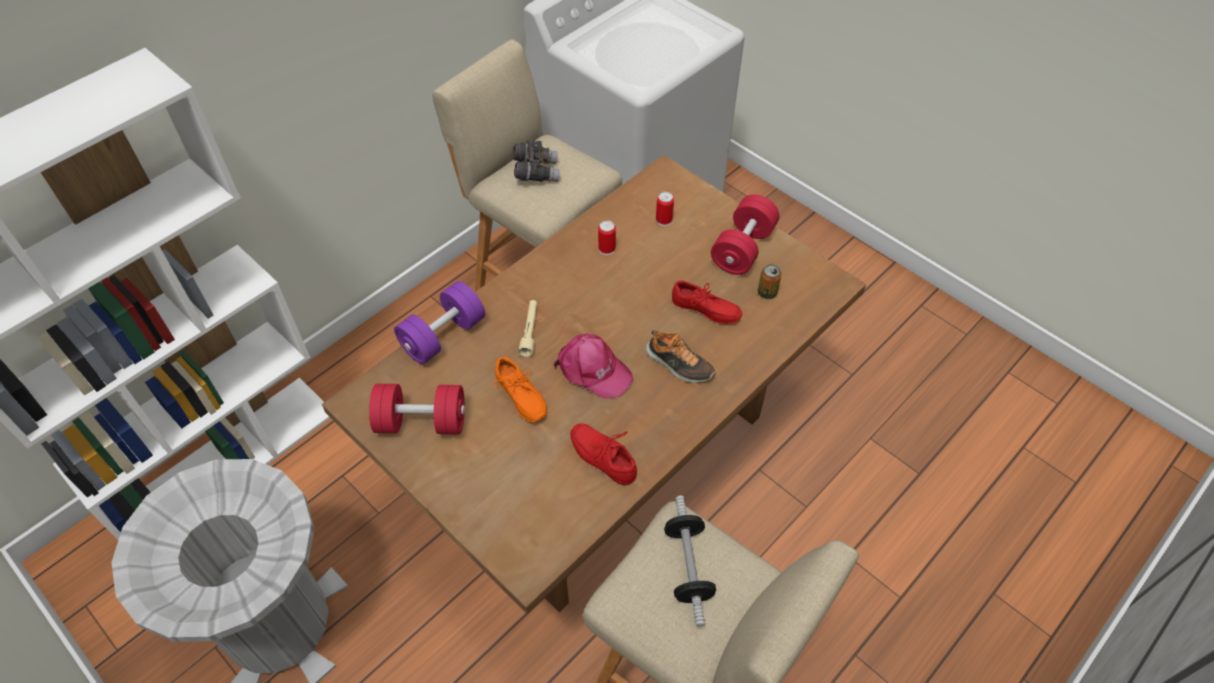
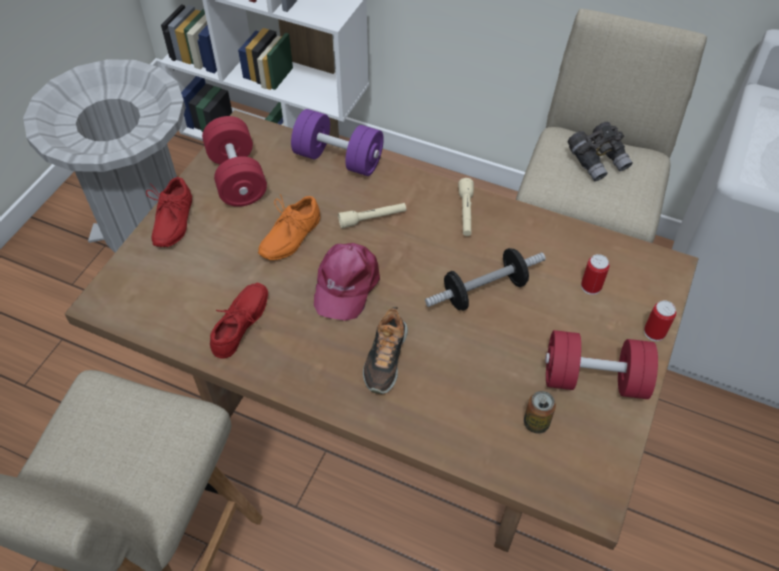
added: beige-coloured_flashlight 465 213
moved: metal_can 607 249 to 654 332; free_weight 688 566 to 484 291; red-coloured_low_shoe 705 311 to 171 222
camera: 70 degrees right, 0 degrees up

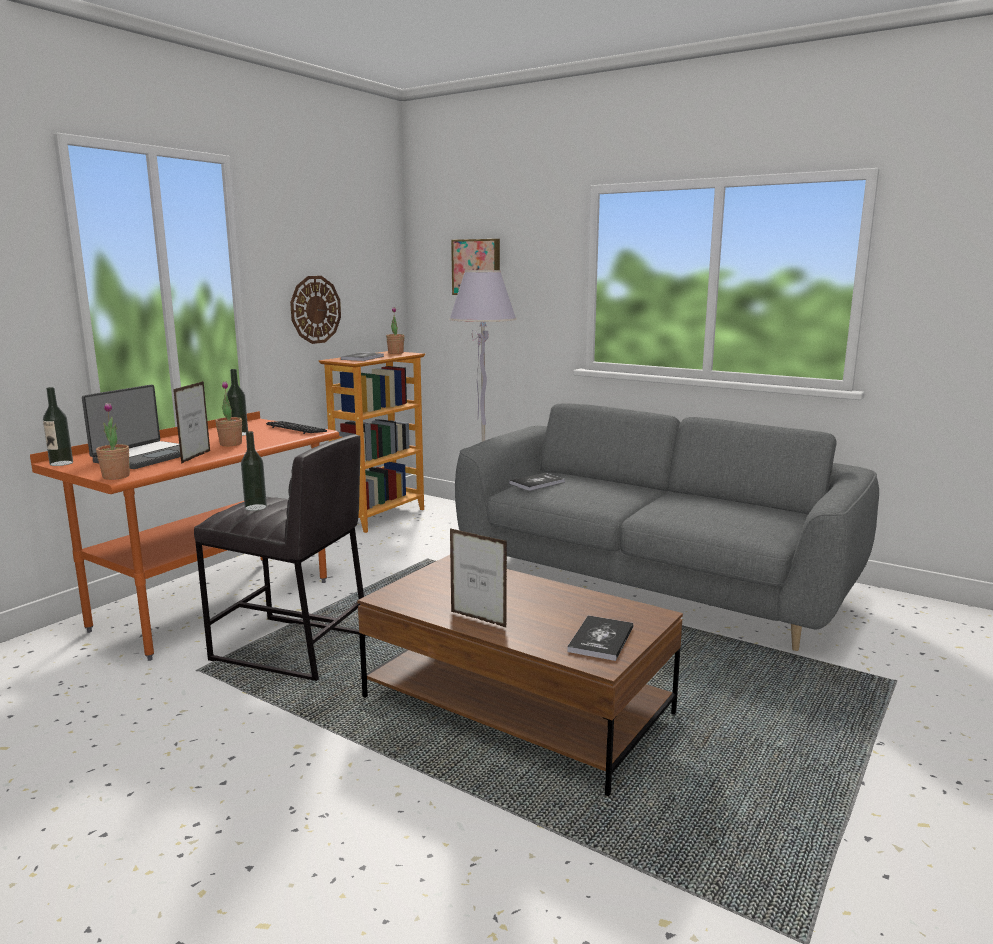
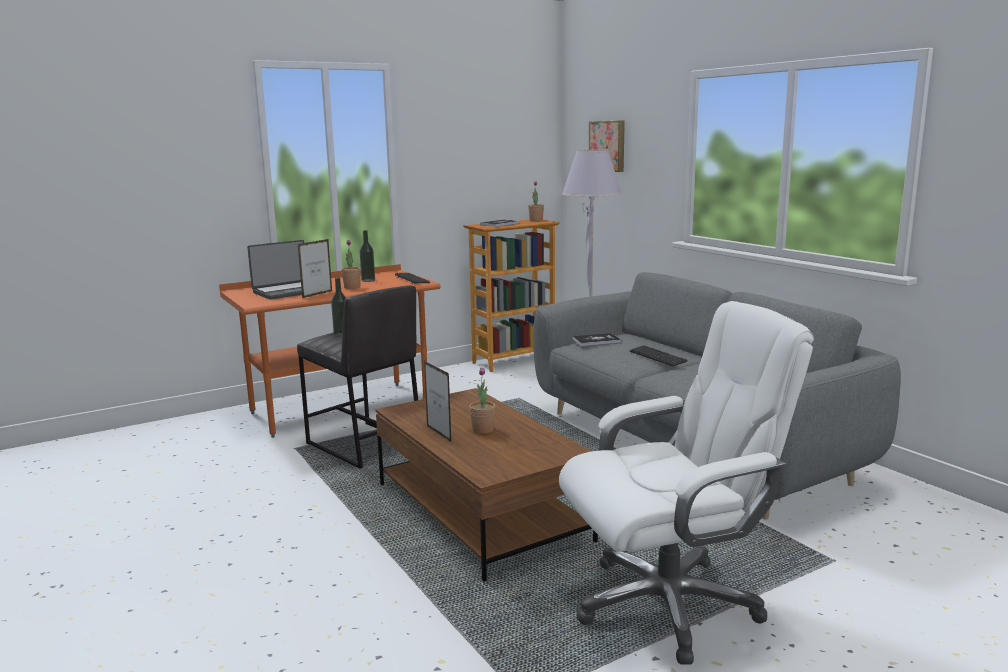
removed: bottle 61 463; clock_on_the_wall 315 309; bound_book 601 639
added: white_computer_chair 668 604; keyboard 657 357
moved: plant_in_a_pot 116 476 to 483 429
camera: 25 degrees right, 0 degrees up

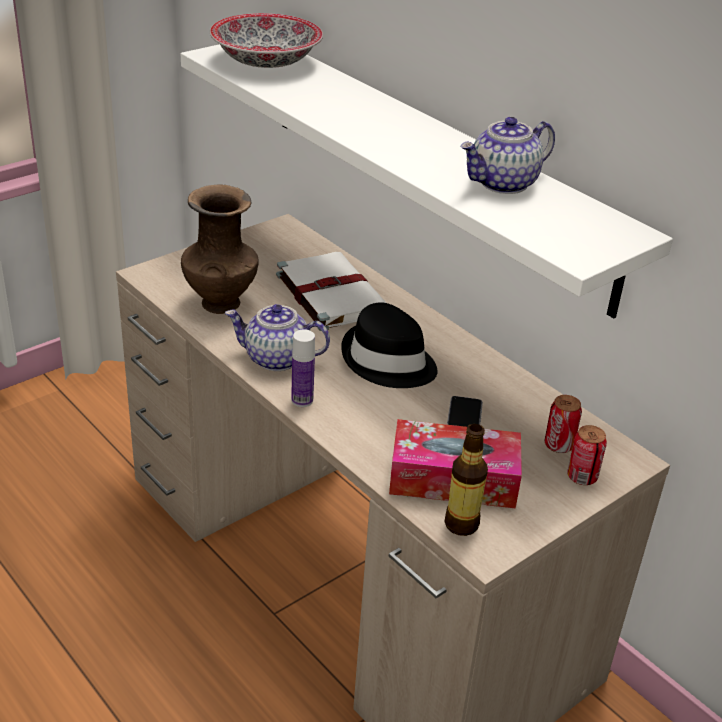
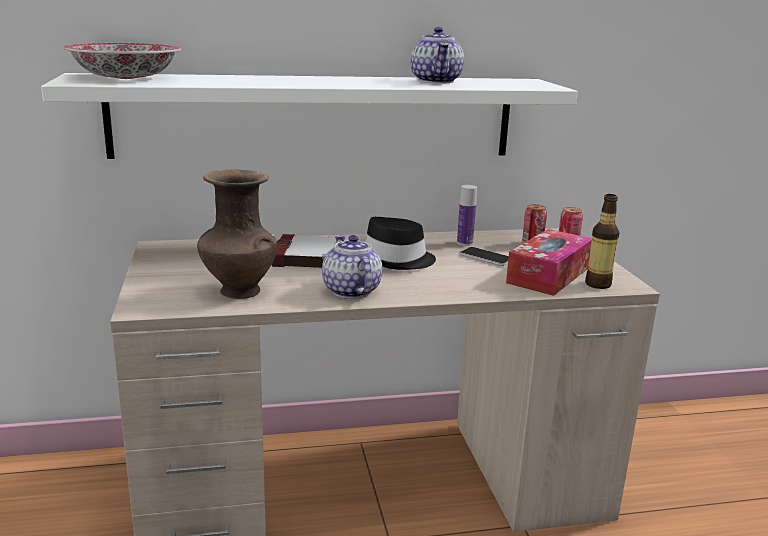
moved: bottle 302 400 to 464 243
turned: teapot 276 359 = 350 291 120 degrees clockwise
camera: 60 degrees left, 15 degrees down

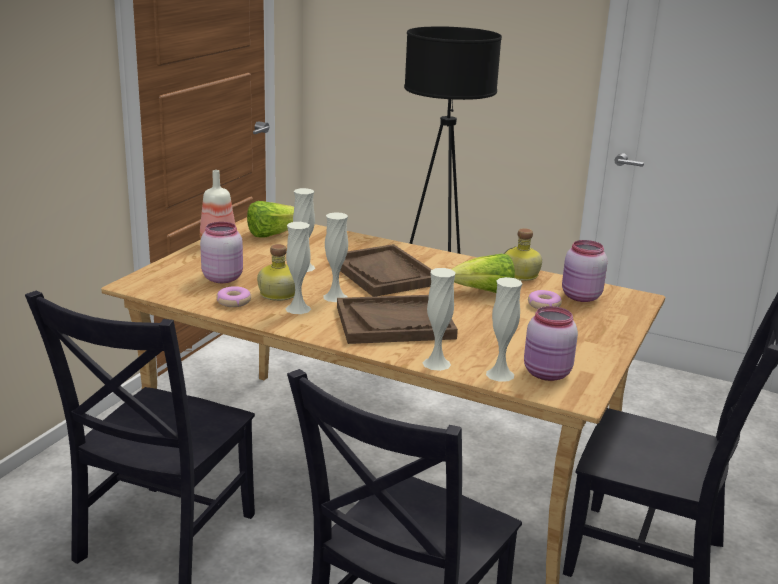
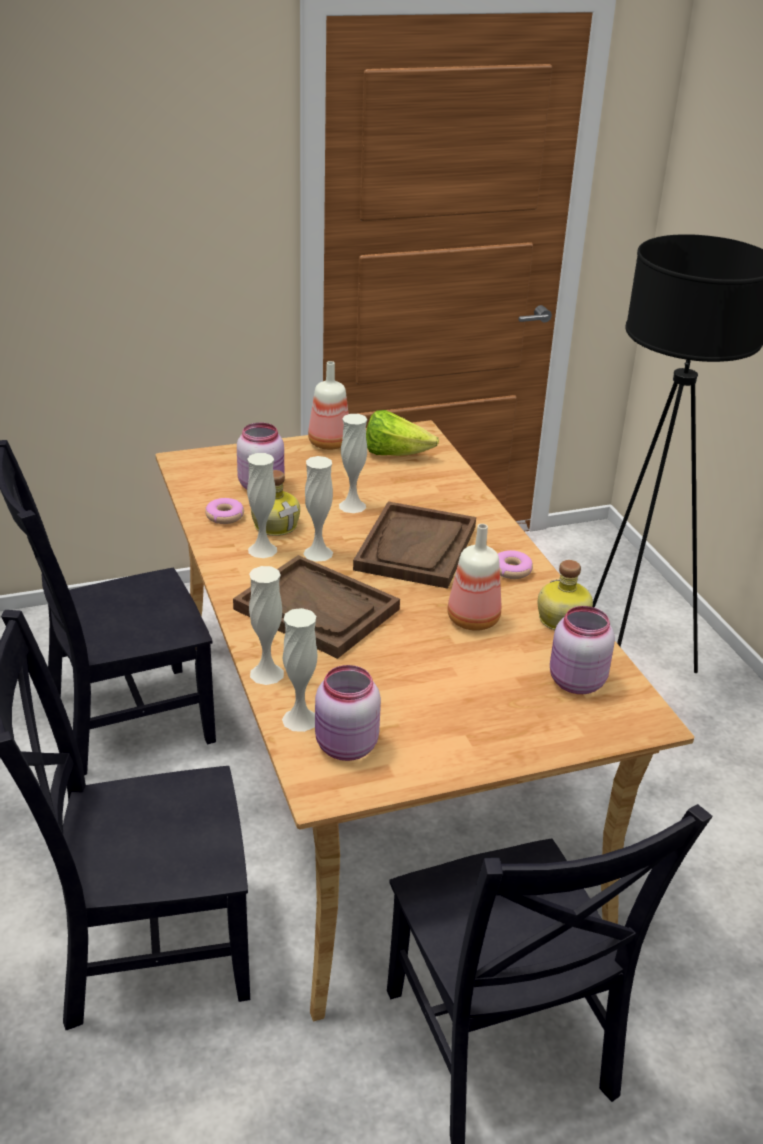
moved: donut 543 305 to 511 570
replaced: lettuce_head 484 293 to bottle 473 621
camera: 45 degrees right, 10 degrees up

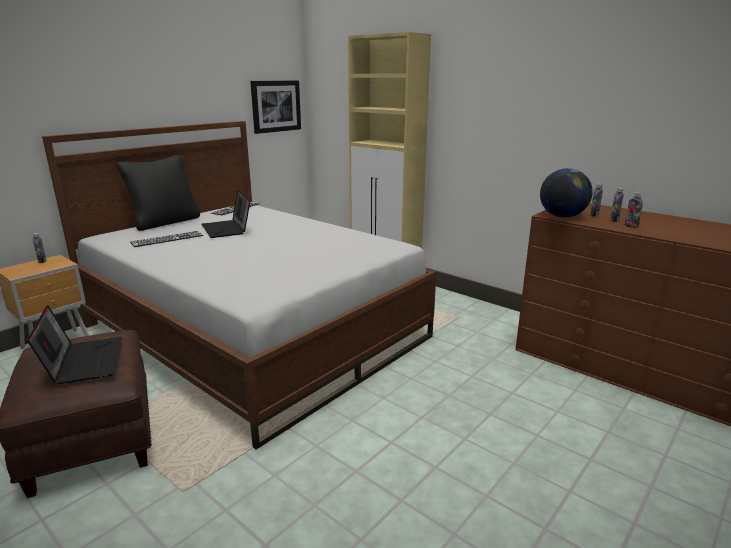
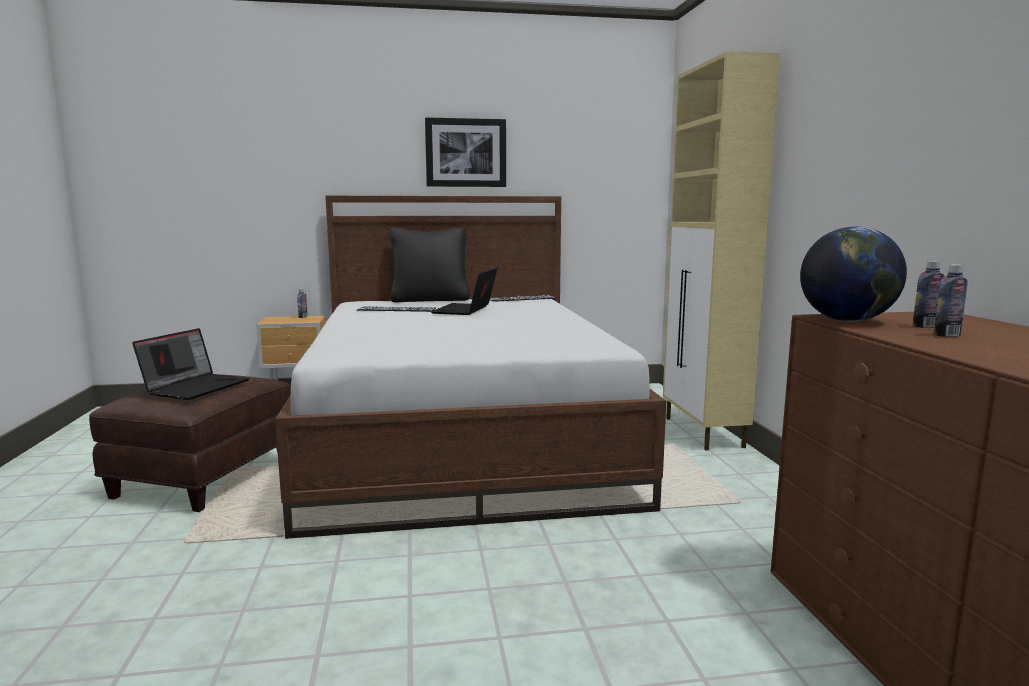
removed: bottle 631 226
moved: picture 276 106 to 466 153
camera: 40 degrees right, 10 degrees down

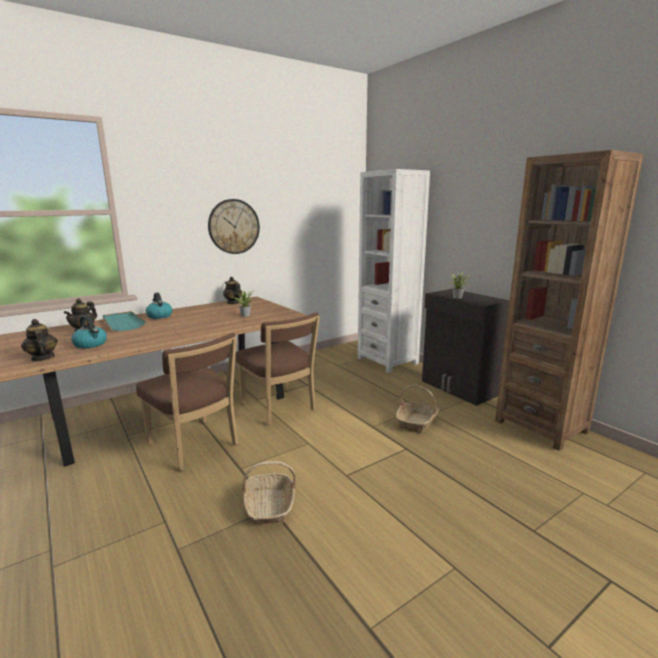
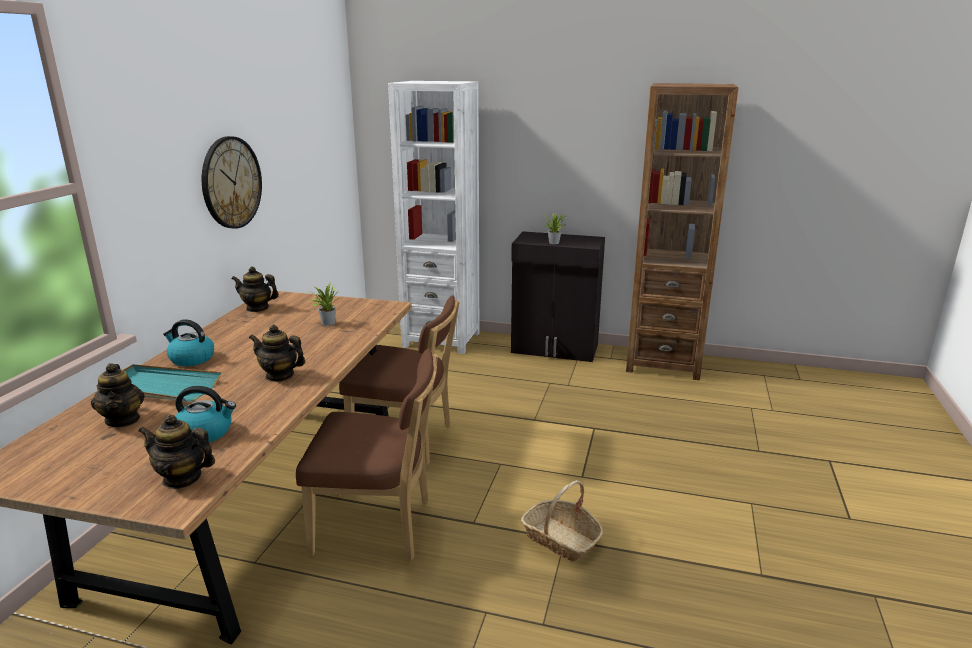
removed: storage_basket 417 422
added: teapot 279 376
camera: 40 degrees left, 5 degrees up

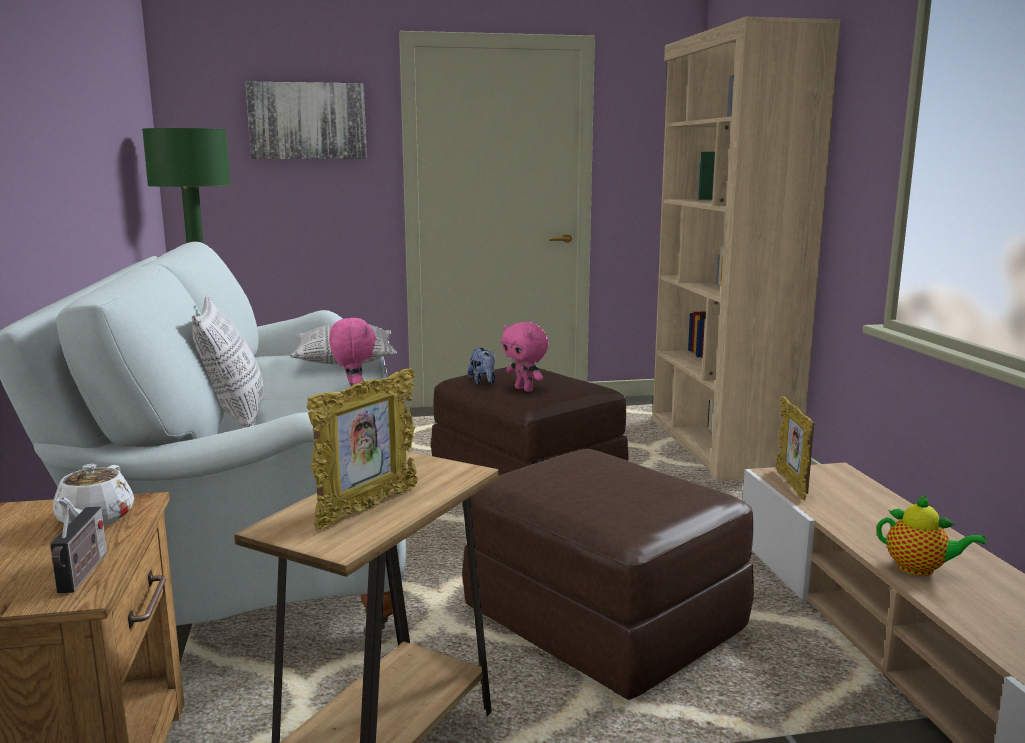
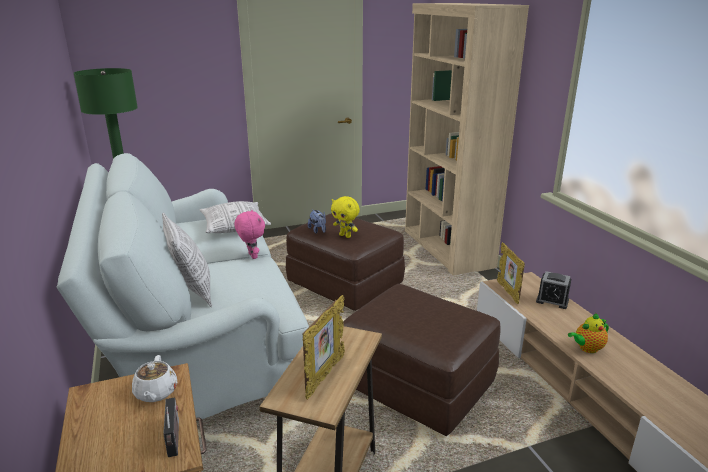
removed: picture 307 121
added: bedside_clock 552 301
recoloured: pink-coloured_plush_toy 525 389 to yellow_plush_toy 345 236
turned: teapot 920 569 = 587 348 135 degrees clockwise
camera: 10 degrees left, 10 degrees up

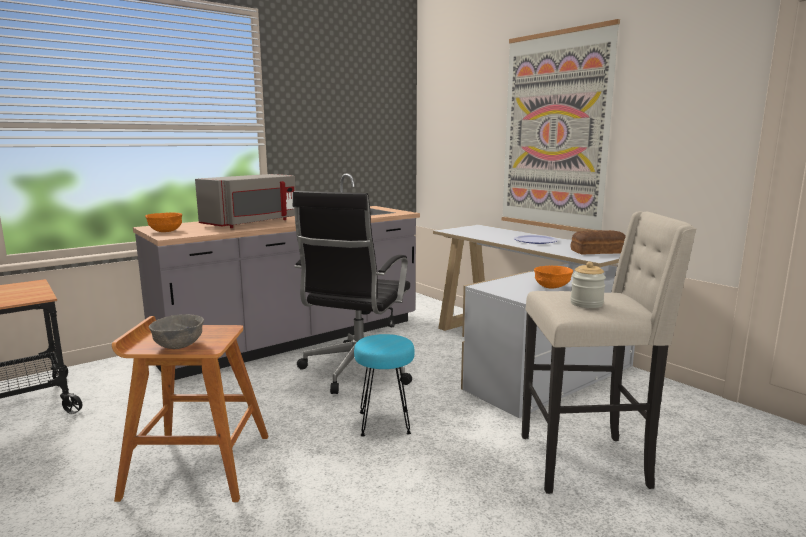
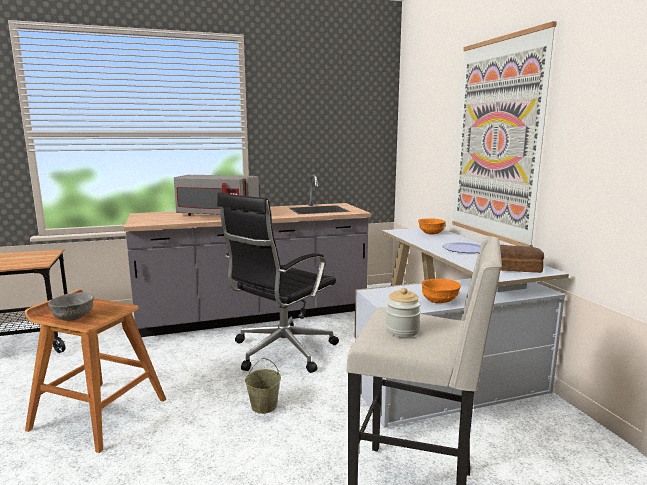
moved: orangey_deep_dish 166 231 to 431 233
replaced: turquoise-coloured_stool_seat 384 422 to beige-coloured_bucket 264 406
turned: greyish_kitchen_microwave 252 223 = 217 215 45 degrees clockwise
camera: 20 degrees right, 0 degrees up

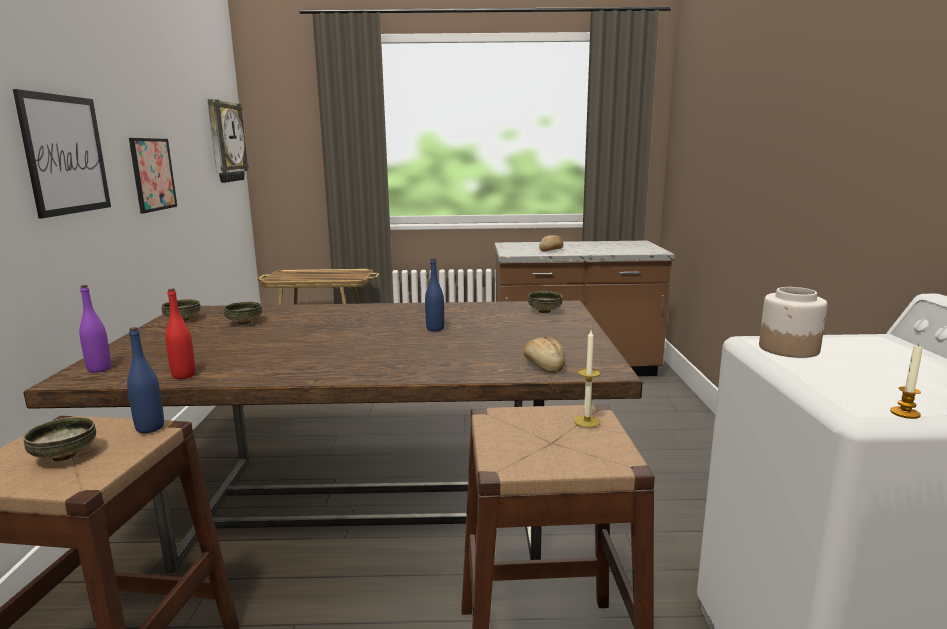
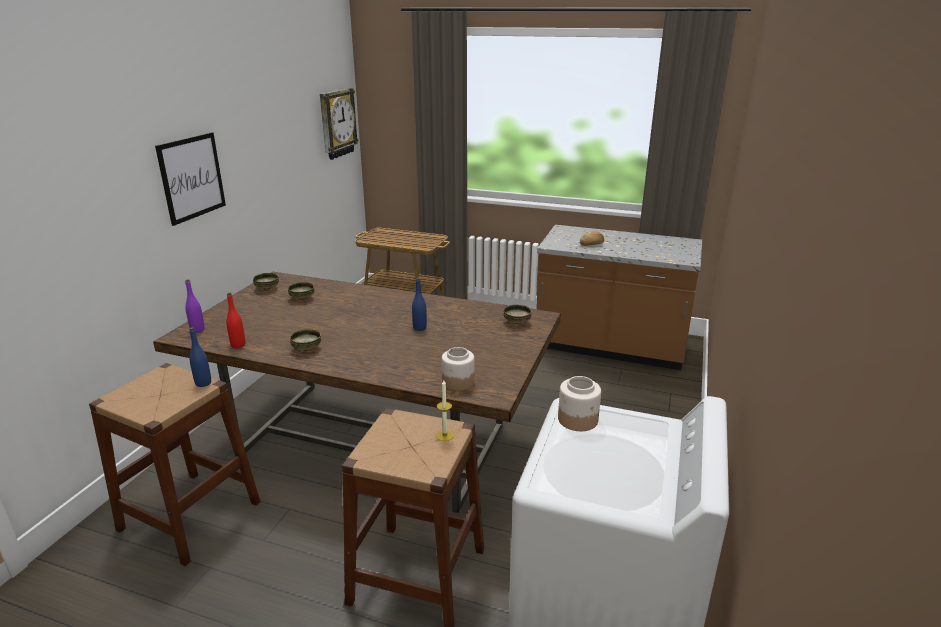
removed: picture 153 174; candle 905 413
moved: deep_dish 64 456 to 306 348
replaced: bakery_bread 544 366 to preserve_jar 457 382
camera: 20 degrees right, 10 degrees up

